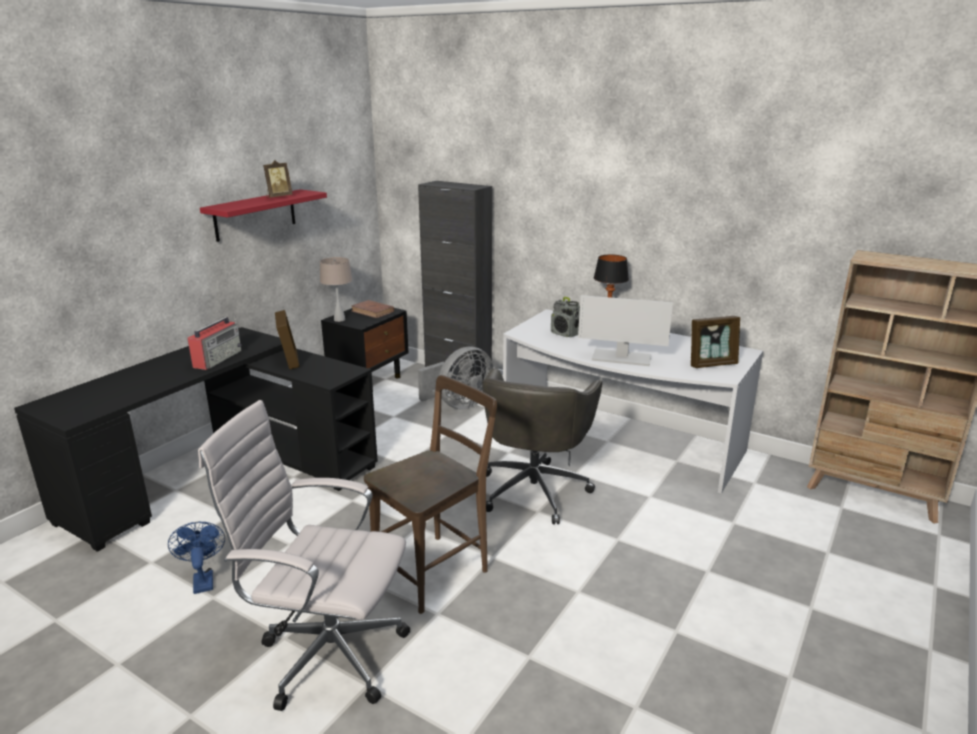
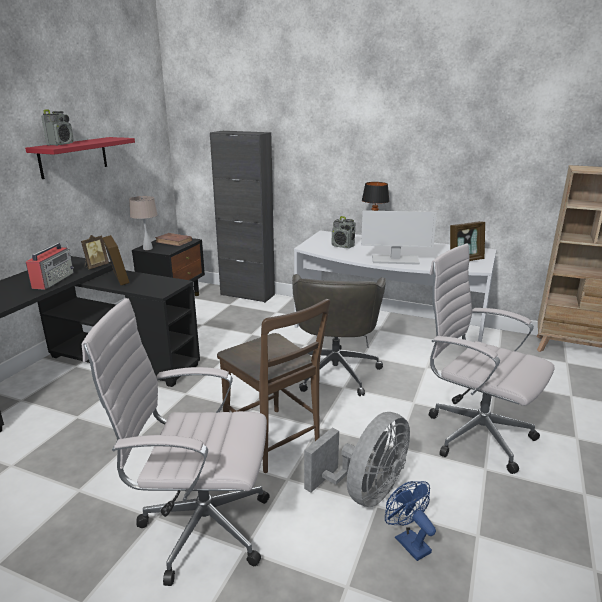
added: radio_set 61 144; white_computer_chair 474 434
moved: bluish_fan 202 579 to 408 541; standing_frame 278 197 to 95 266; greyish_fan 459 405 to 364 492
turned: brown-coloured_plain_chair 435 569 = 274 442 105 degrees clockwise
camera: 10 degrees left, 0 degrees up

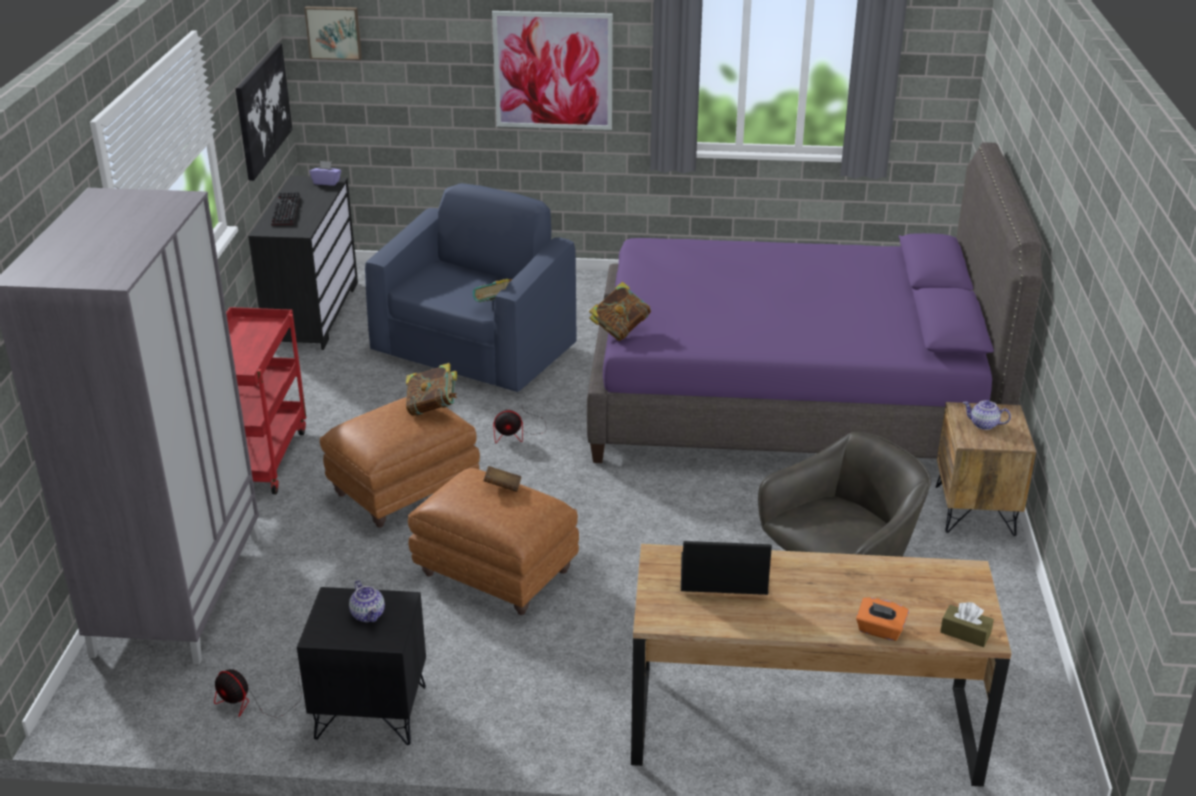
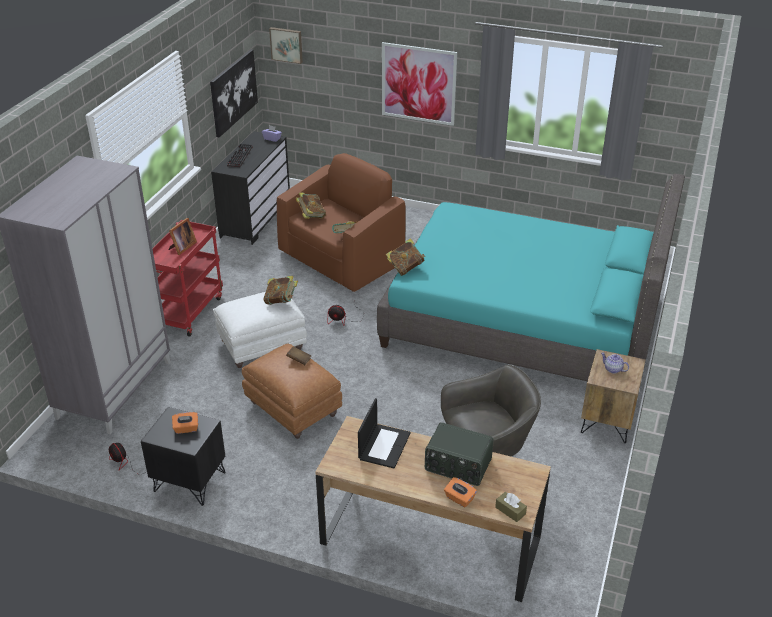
added: standing_frame 182 247; bound_book 311 216; radio_set 457 466
replaced: teapot 368 614 to orangey_tissue_box 186 429
recoloured: brown-coloured_footrest 403 491 to white_footrest 261 347; bluish_armchair 474 351 to brown-coloured_armchair 341 259; purple-coloured_bedroom_bed 789 398 to turquoise-coloured_bedroom_bed 523 322
turned: notebook_computer 722 576 = 384 445 90 degrees clockwise
camera: 15 degrees right, 5 degrees up

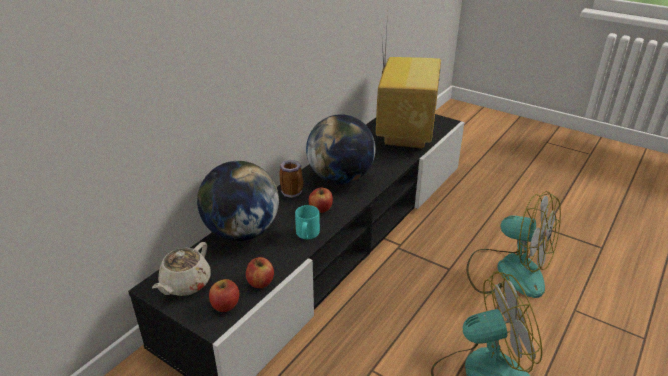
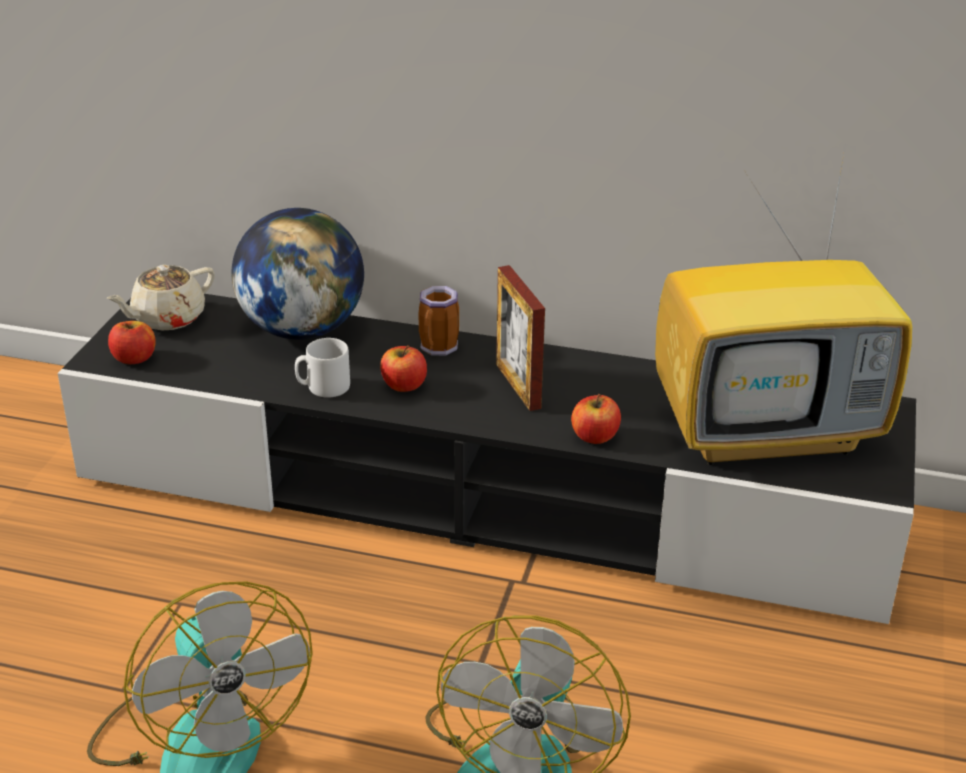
moved: whole_apple 260 282 to 595 436
replaced: world_globe 340 178 to standing_frame 518 386
recoloured: turquoise-coloured_mug 307 234 to greyish_mug 323 387
turned: beige-coloured_teapot 185 284 = 167 318 45 degrees counterclockwise
camera: 70 degrees right, 0 degrees up

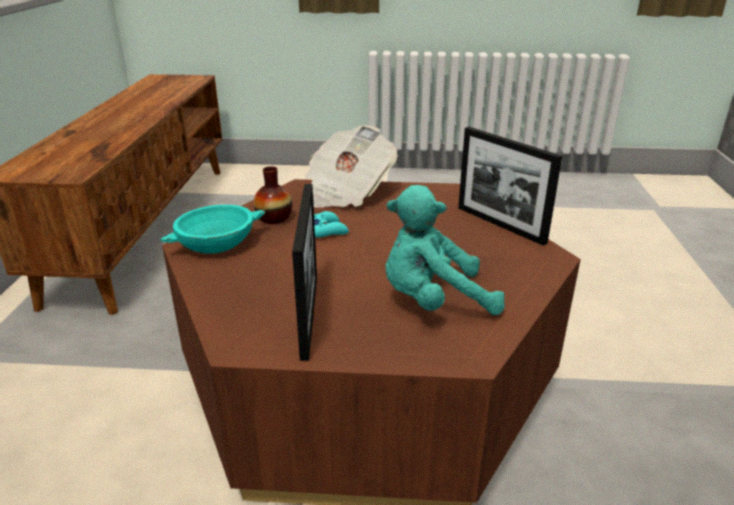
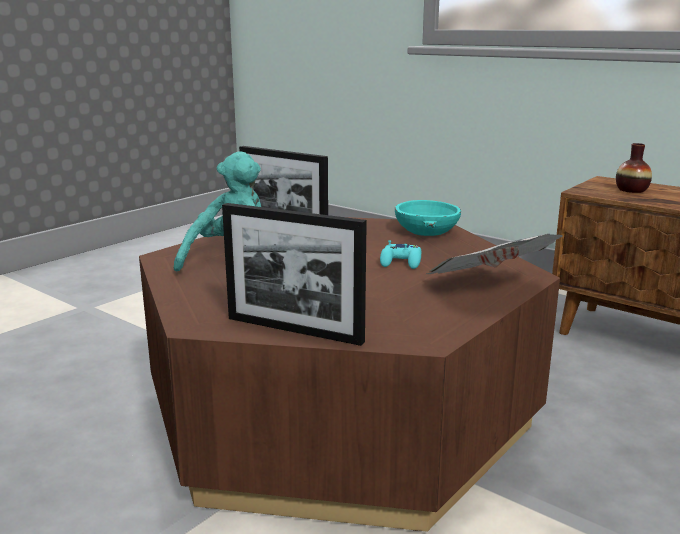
moved: vase 274 218 to 631 190
turned: standing_frame 500 225 = 294 330 150 degrees counterclockwise
camera: 125 degrees right, 10 degrees down

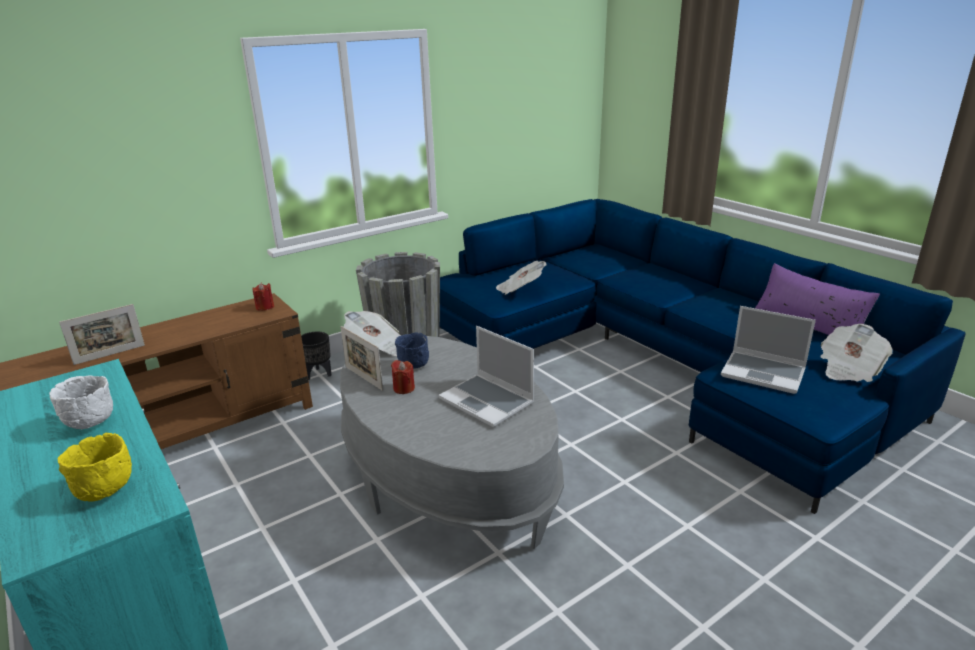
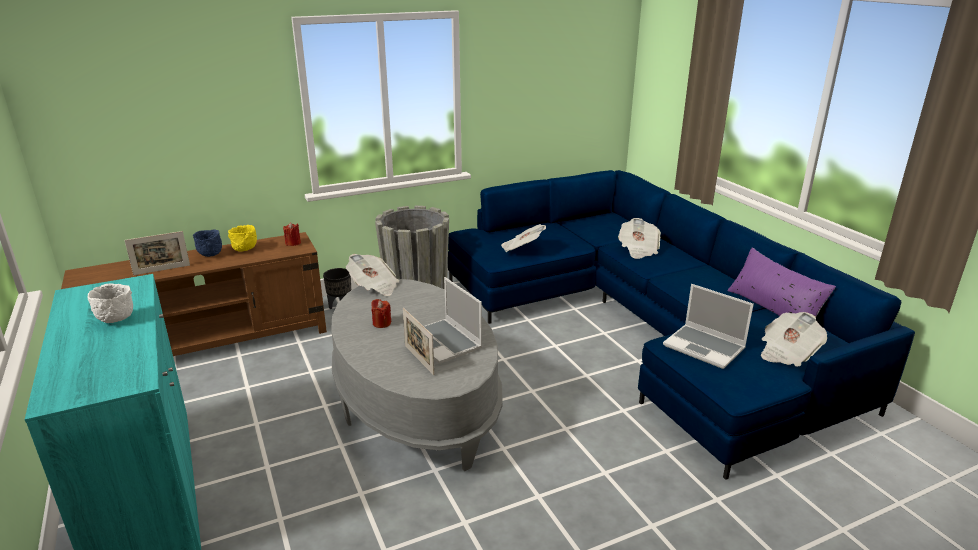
added: printed_paper 638 250
moved: yellow_deep_dish 106 492 to 245 250; standing_frame 364 378 to 419 360; bluish_deep_dish 414 365 to 211 254
camera: 10 degrees right, 0 degrees up

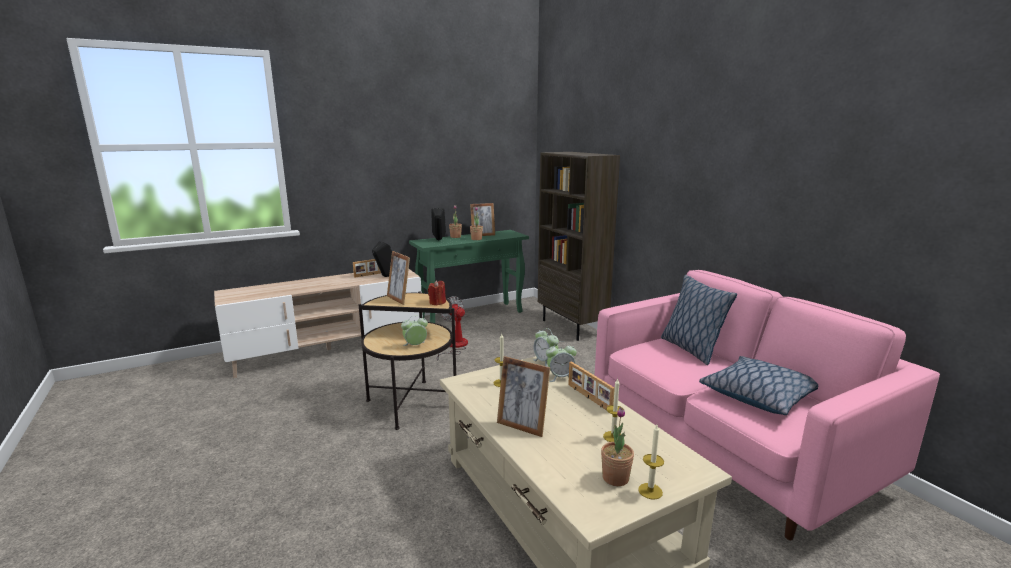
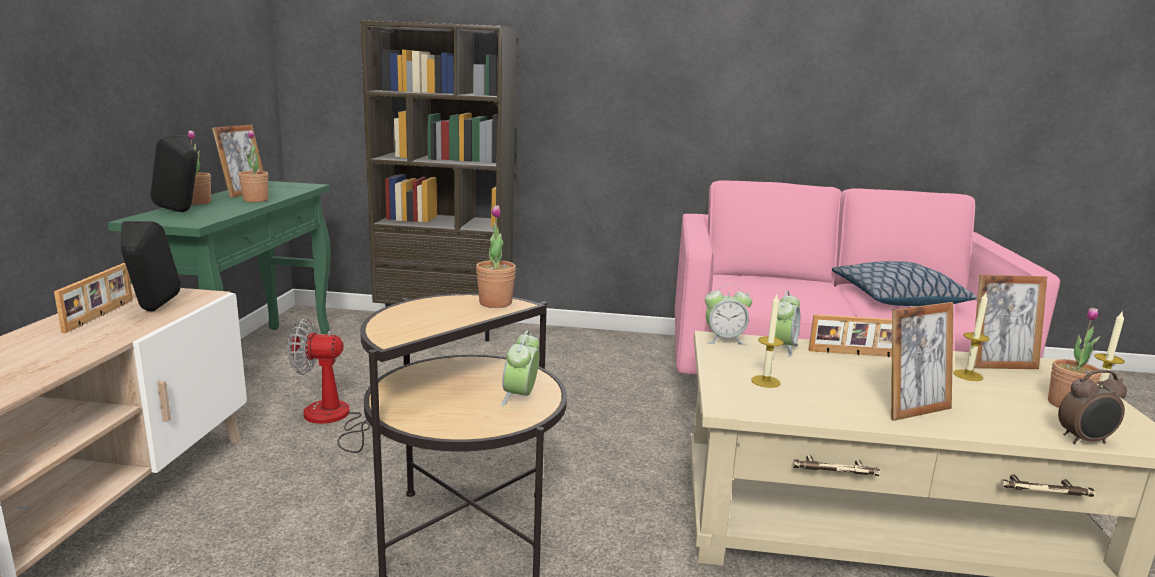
removed: cushion 691 349
added: bedside_clock 1085 441
moved: standing_frame 399 299 to 999 365
replaced: red-coloured_candle 437 303 to plant_in_a_pot 495 303
camera: 55 degrees left, 0 degrees up

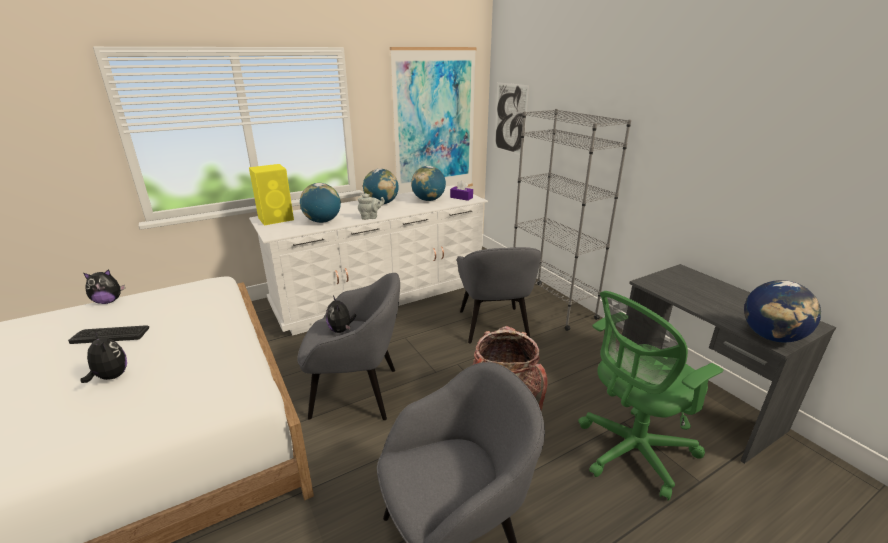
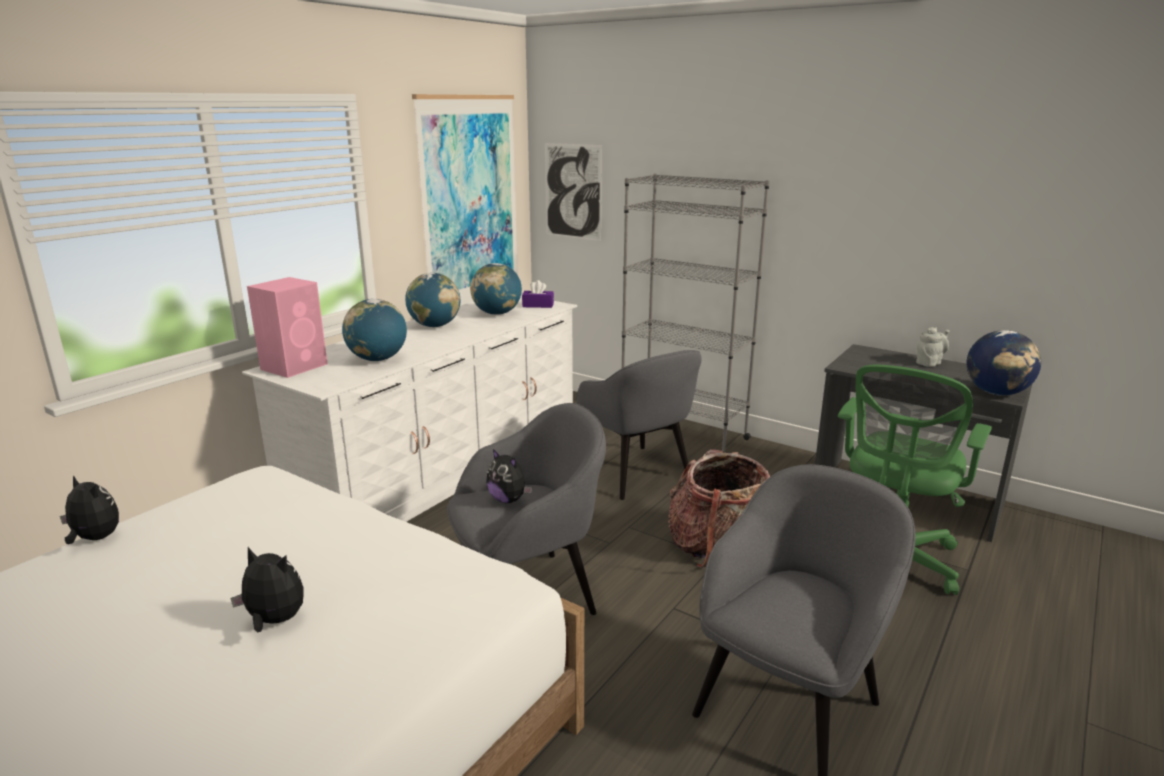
removed: keyboard 111 335
moved: greyish_teapot 370 217 to 929 363
recoloured: yellow_loudspeaker 277 218 to pink-coloured_loudspeaker 295 366
turned: plush_toy 108 301 = 94 539 105 degrees counterclockwise
camera: 25 degrees left, 5 degrees down

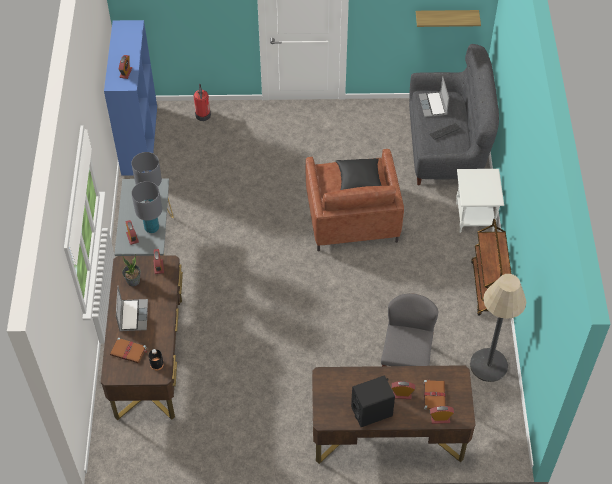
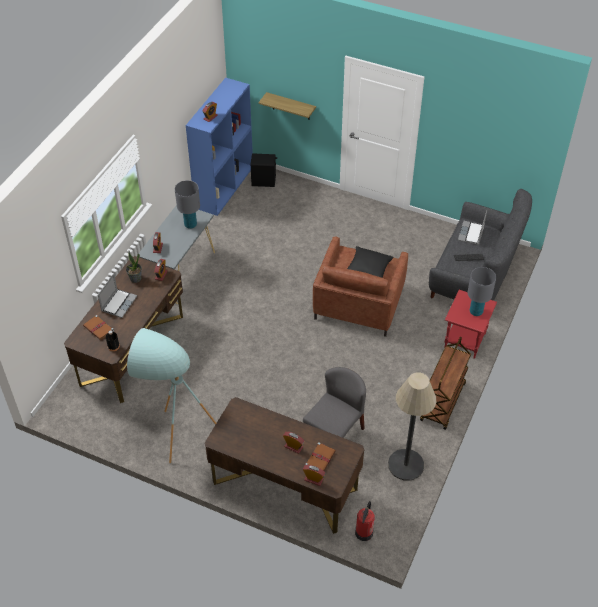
added: turquoise-coloured_standing_lamp 173 429
moved: greyish_lamp_for_a_table 151 228 to 476 311; fire_extinguisher 203 115 to 364 532; black-coloured_loudspeaker 372 411 to 264 181; bracket_shelf 446 18 to 291 106
recoloured: white_side_table 474 218 to red-coloured_side_table 464 341
camera: 25 degrees right, 5 degrees down

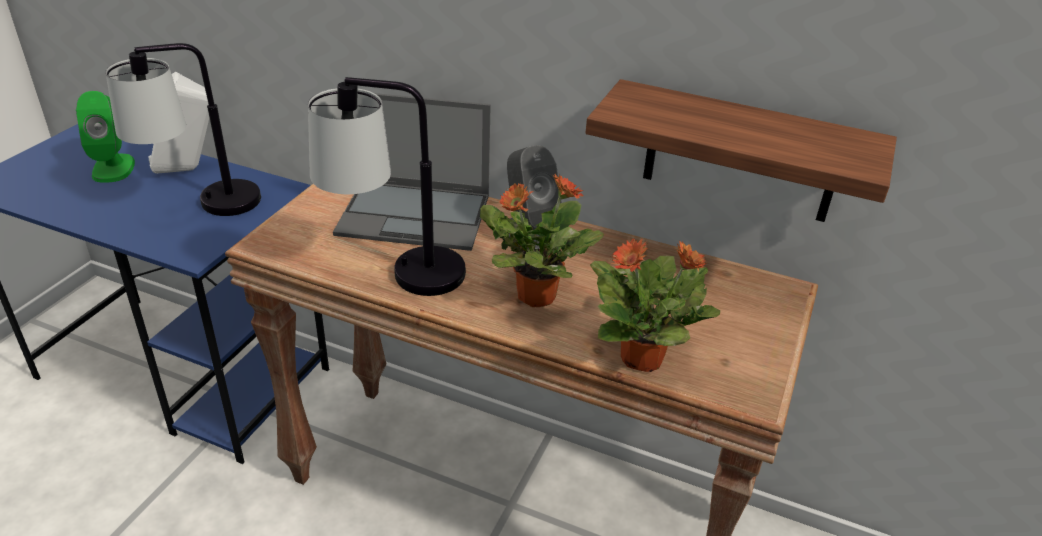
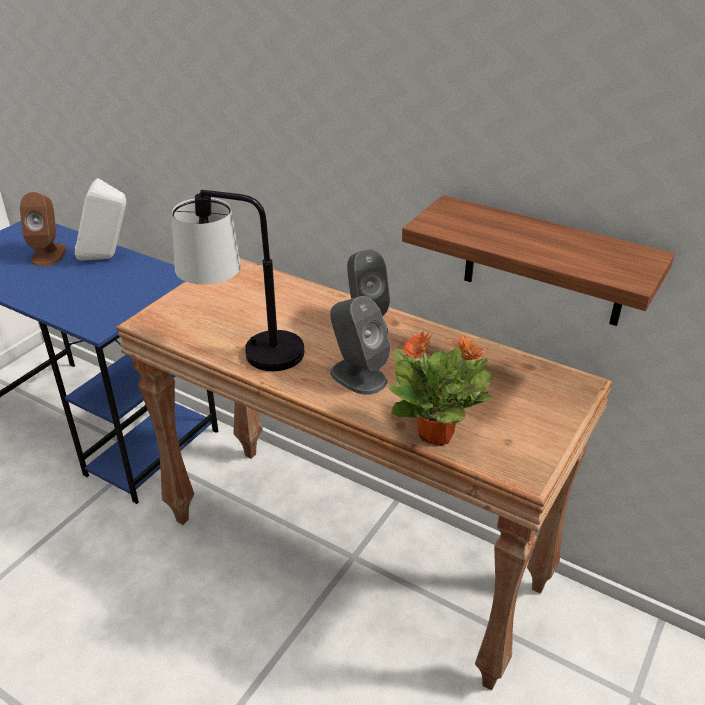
removed: lamp_for_a_table 203 208; notebook_computer 416 215
replaced: plant_in_a_pot 534 295 to greyish_loudspeaker 357 376
recoloured: greenish_loudspeaker 113 168 to brown-coloured_loudspeaker 49 254
camera: 10 degrees right, 0 degrees up

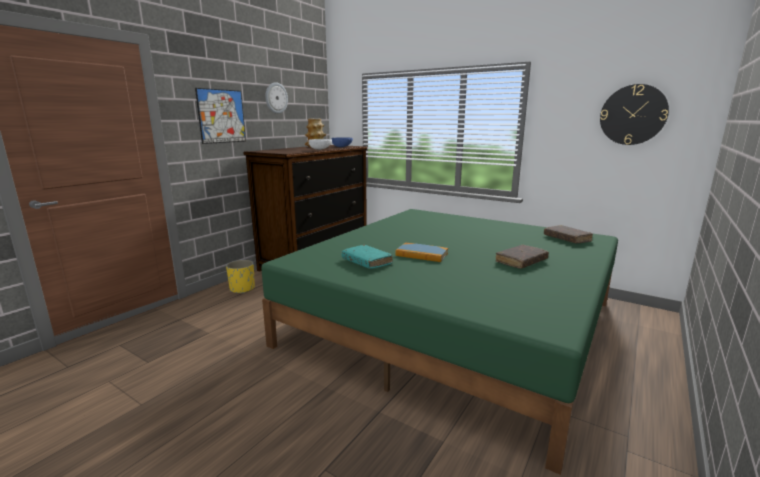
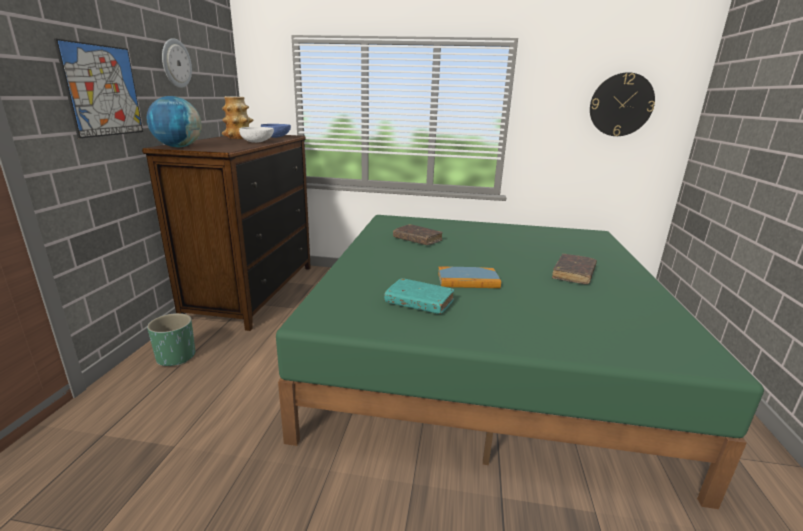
added: world_globe 178 147
moved: brown-coloured_bound_book 567 239 to 417 239
recoloured: yellow_planter 242 289 to greenish_planter 176 357
camera: 25 degrees left, 5 degrees up

